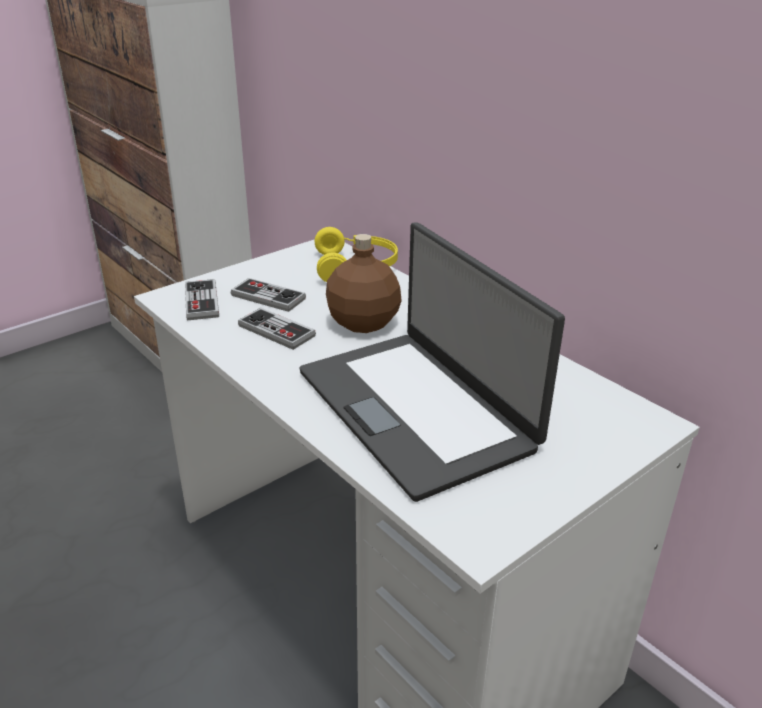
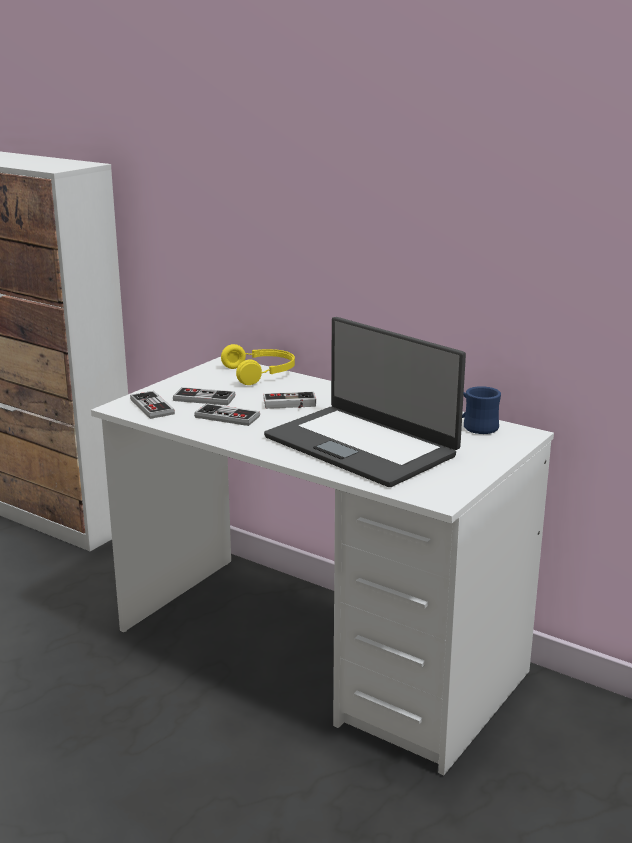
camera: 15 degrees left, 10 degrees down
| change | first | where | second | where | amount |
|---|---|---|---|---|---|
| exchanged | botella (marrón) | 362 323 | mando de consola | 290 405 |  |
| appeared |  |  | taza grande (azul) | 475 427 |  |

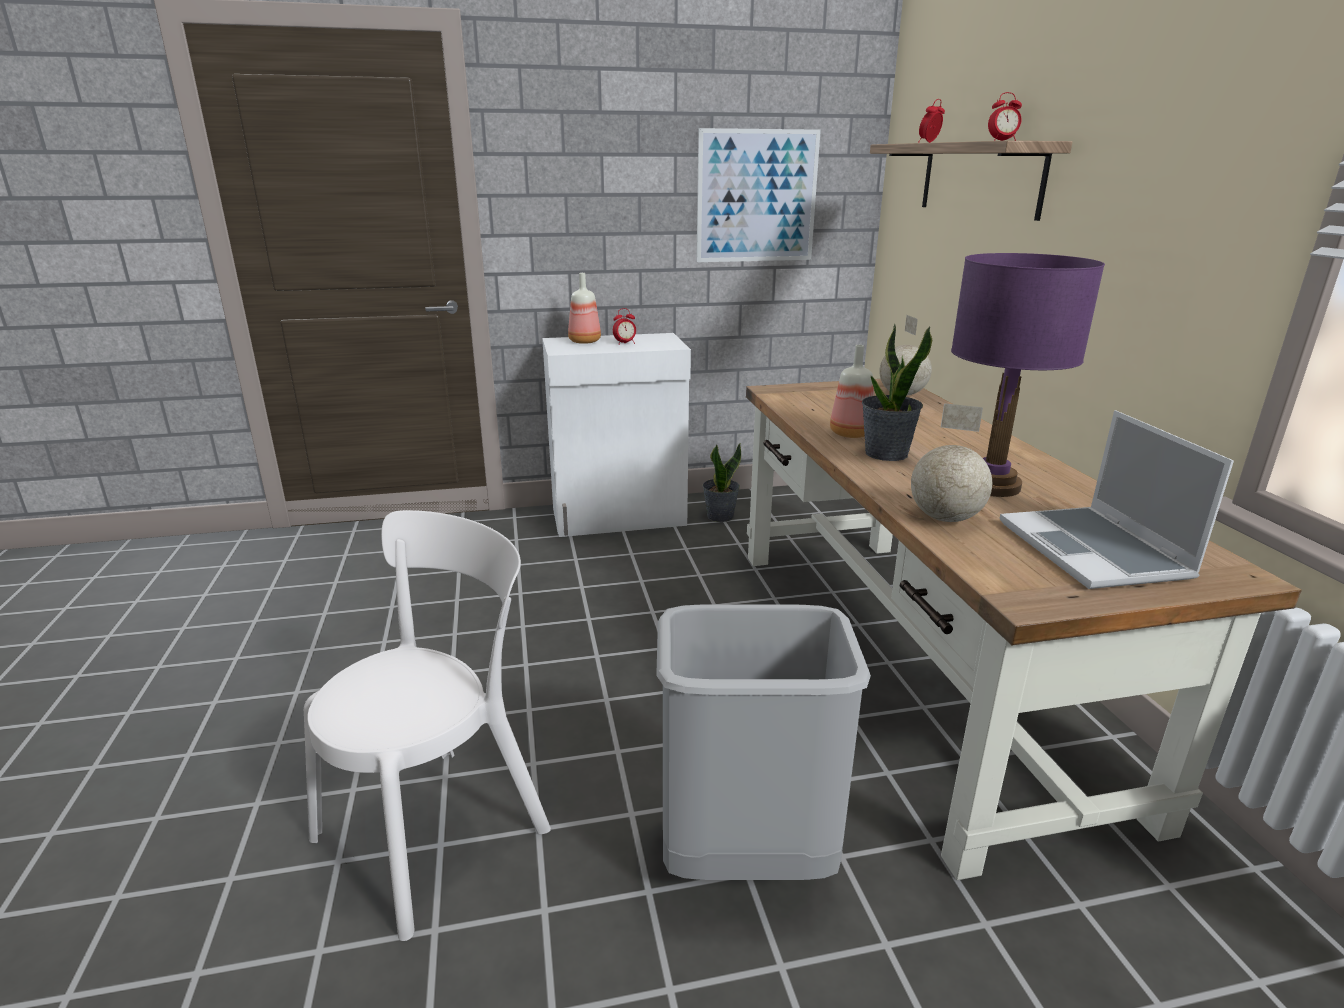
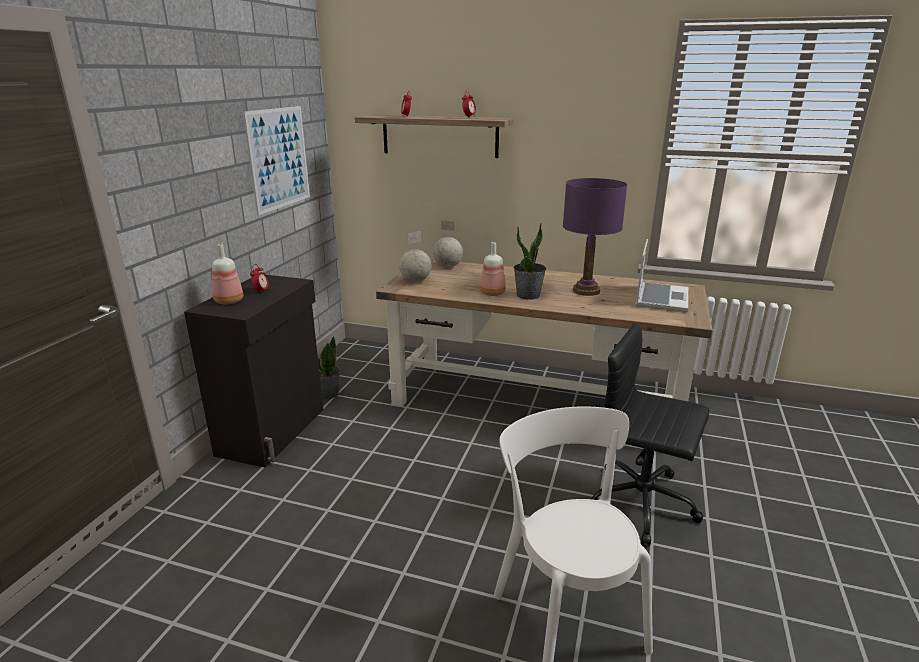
camera: 60 degrees left, 0 degrees up
| change | first | where | second | where | amount |
|---|---|---|---|---|---|
| colour | armario (blanco) | 620 517 | armario (negro) | 274 431 |  |
| relocated | globo terráqueo | 946 519 |  | 416 281 |  |
| exchanged | papelera (gris) | 746 858 | silla de oficina (negro) | 643 503 |  |
| spun | portátil | 1095 551 |  | 660 298 | 90 degrees counterclockwise |

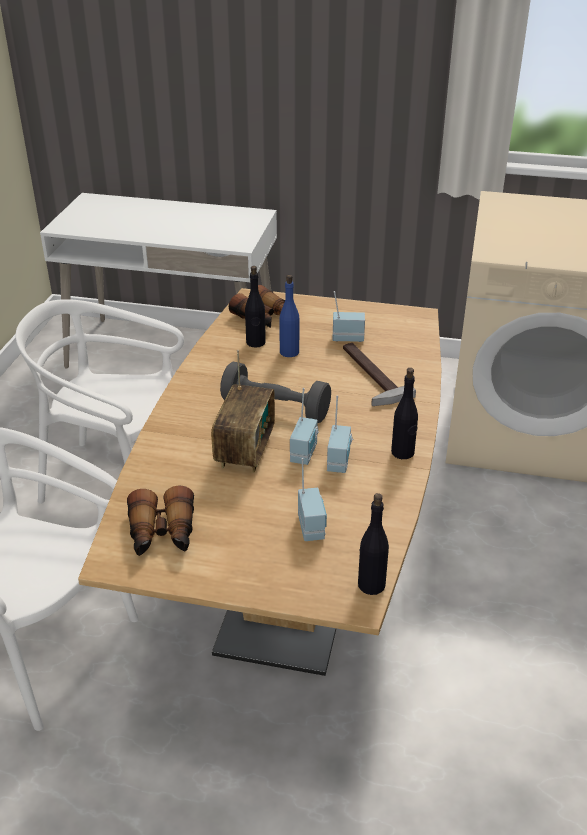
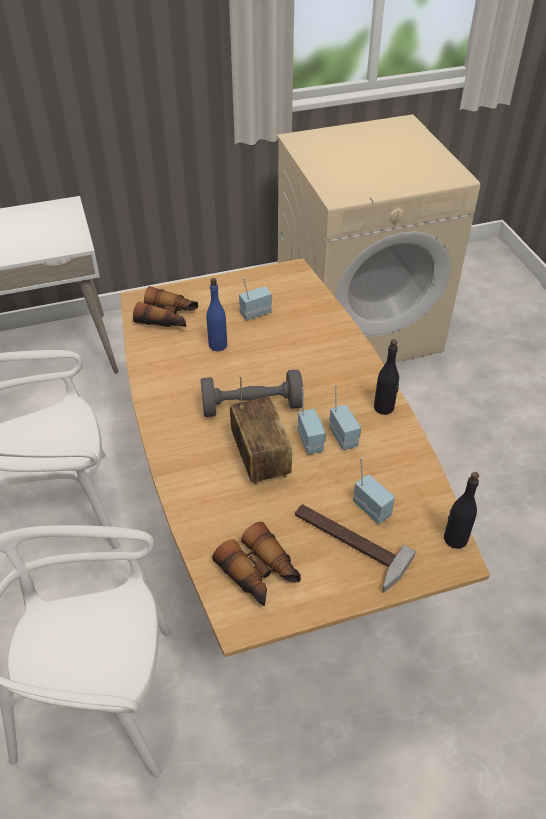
camera: 30 degrees left, 10 degrees up
| change | first | where | second | where | amount |
|---|---|---|---|---|---|
| relocated | martillo | 367 375 |  | 346 545 |  |
| missing | botella (negro) | 255 342 |  |  |  |

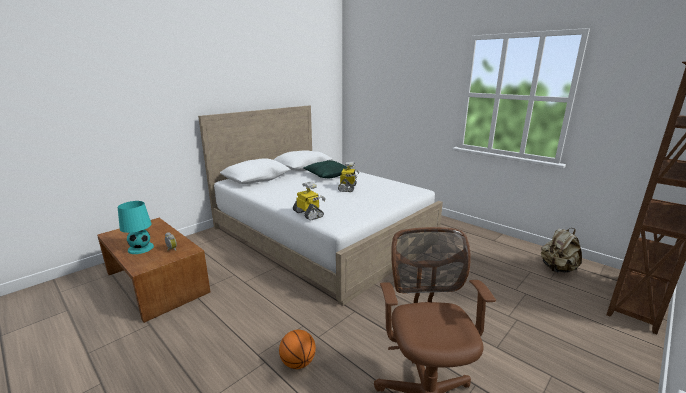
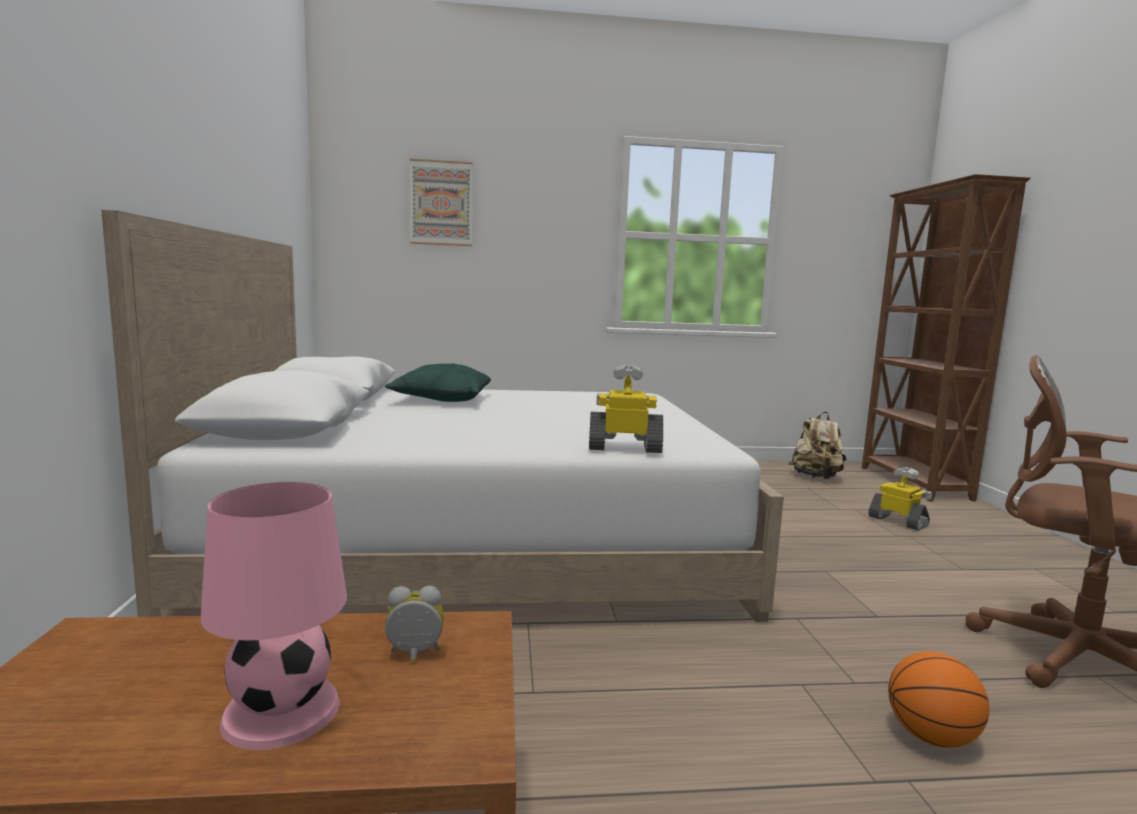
camera: 50 degrees left, 10 degrees down
| change | first | where | second | where | amount |
|---|---|---|---|---|---|
| colour | lámpara de mesa (turquesa) | 141 248 | lámpara de mesa (rosa) | 283 711 |  |
| appeared |  |  | cuadro | 441 203 |  |
| relocated | robot de juguete | 348 188 |  | 898 521 |  |

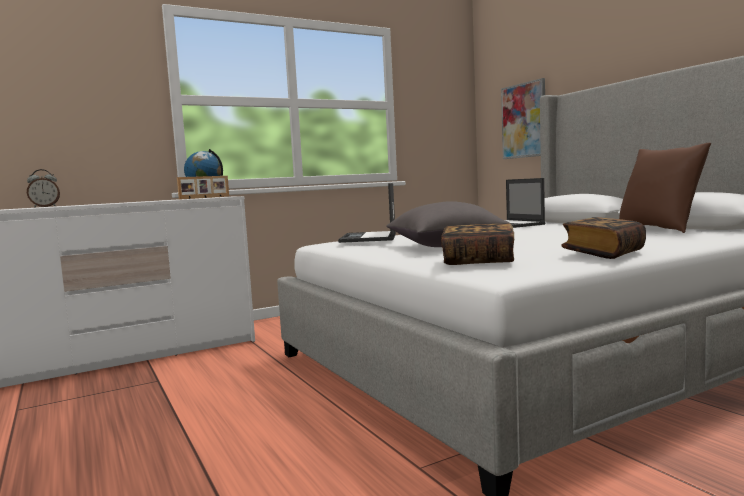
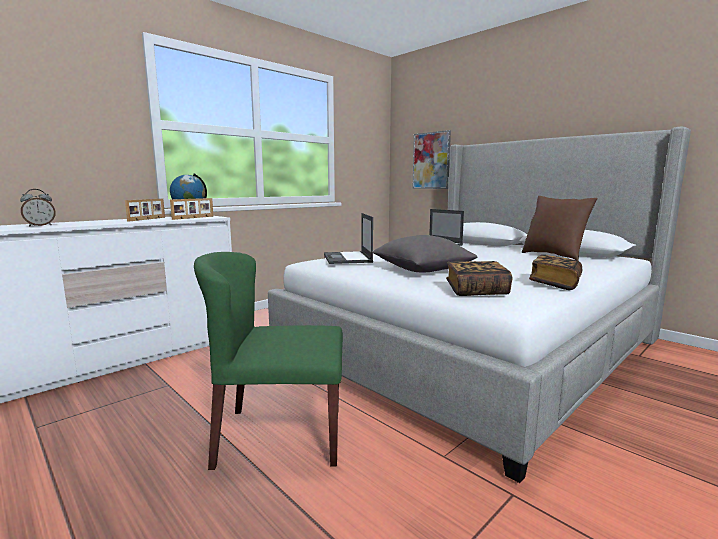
camera: 15 degrees left, 5 degrees up
| change | first | where | second | where | amount |
|---|---|---|---|---|---|
| appeared |  |  | portarretratos | 147 219 |  |
| appeared |  |  | silla (verde) | 279 436 |  |

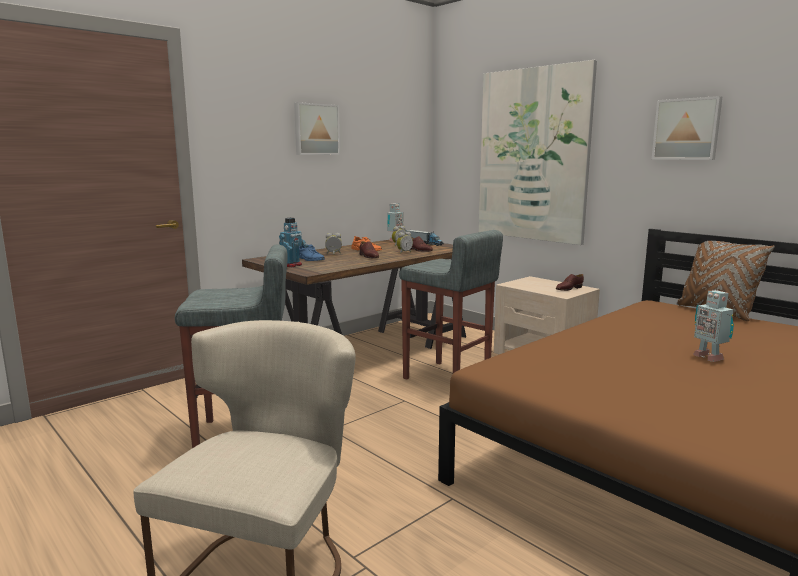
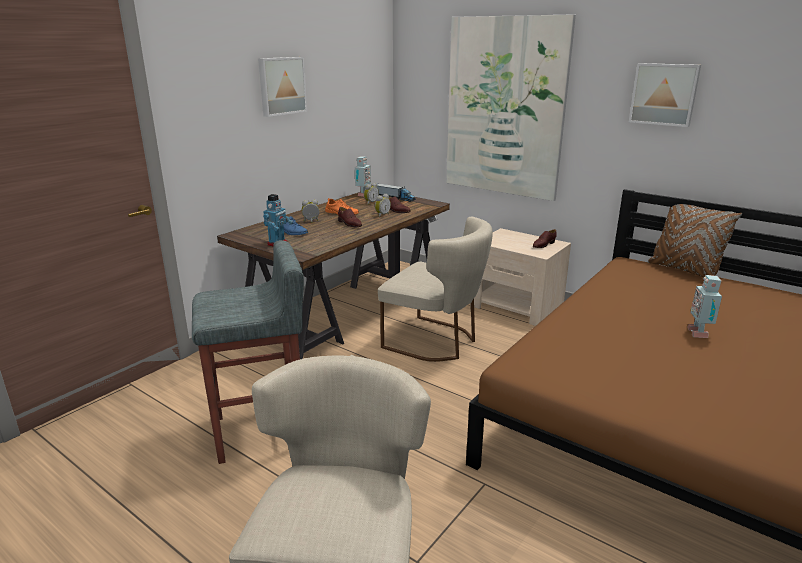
camera: 10 degrees left, 10 degrees up
| change | first | where | second | where | amount |
|---|---|---|---|---|---|
| exchanged | taburete (gris) | 447 378 | silla (beis) | 436 342 |  |
| spun | robot de juguete | 708 357 |  | 699 333 | 45 degrees clockwise |

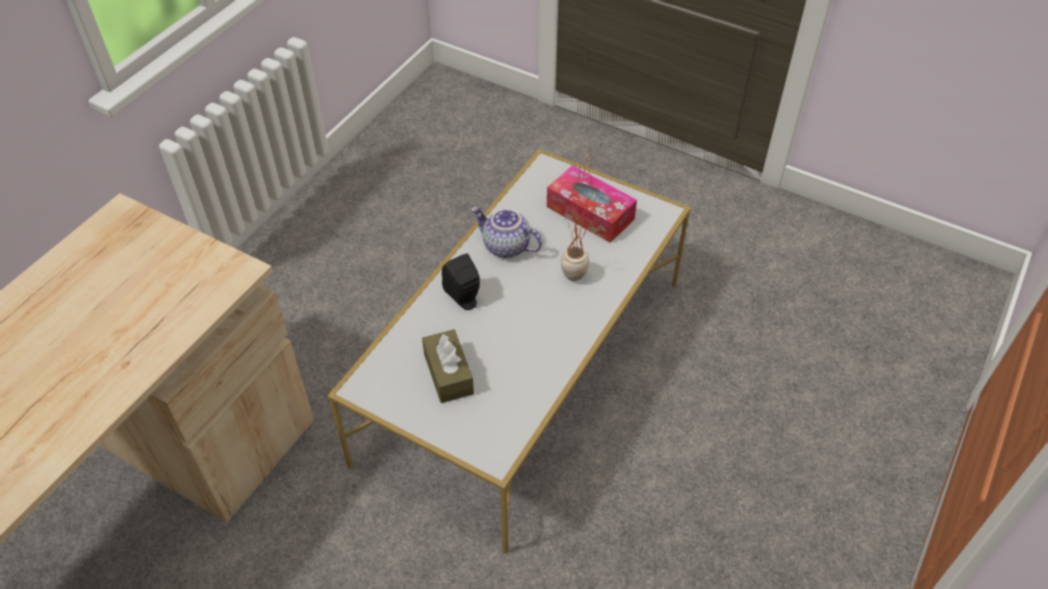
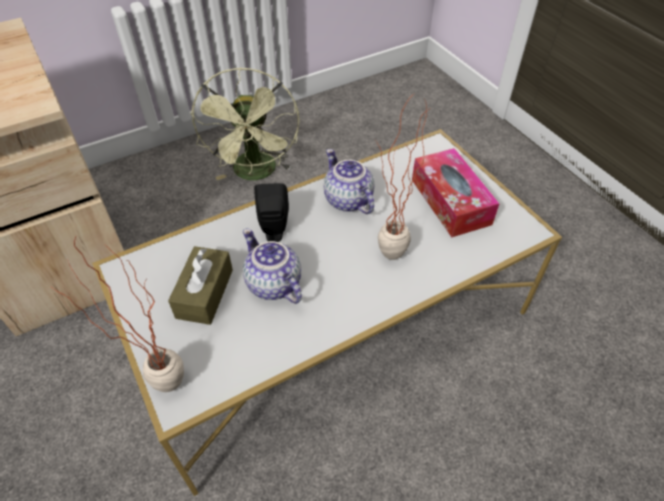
camera: 30 degrees right, 0 degrees up
| change | first | where | second | where | amount |
|---|---|---|---|---|---|
| appeared |  |  | planta en maceta | 158 386 |  |
| appeared |  |  | ventilador (verde) | 256 174 |  |
| appeared |  |  | tetera | 272 284 |  |

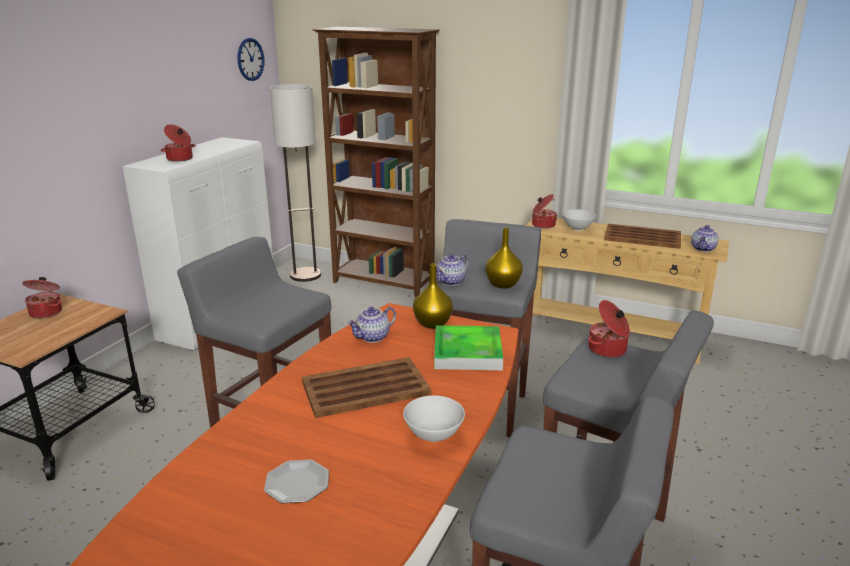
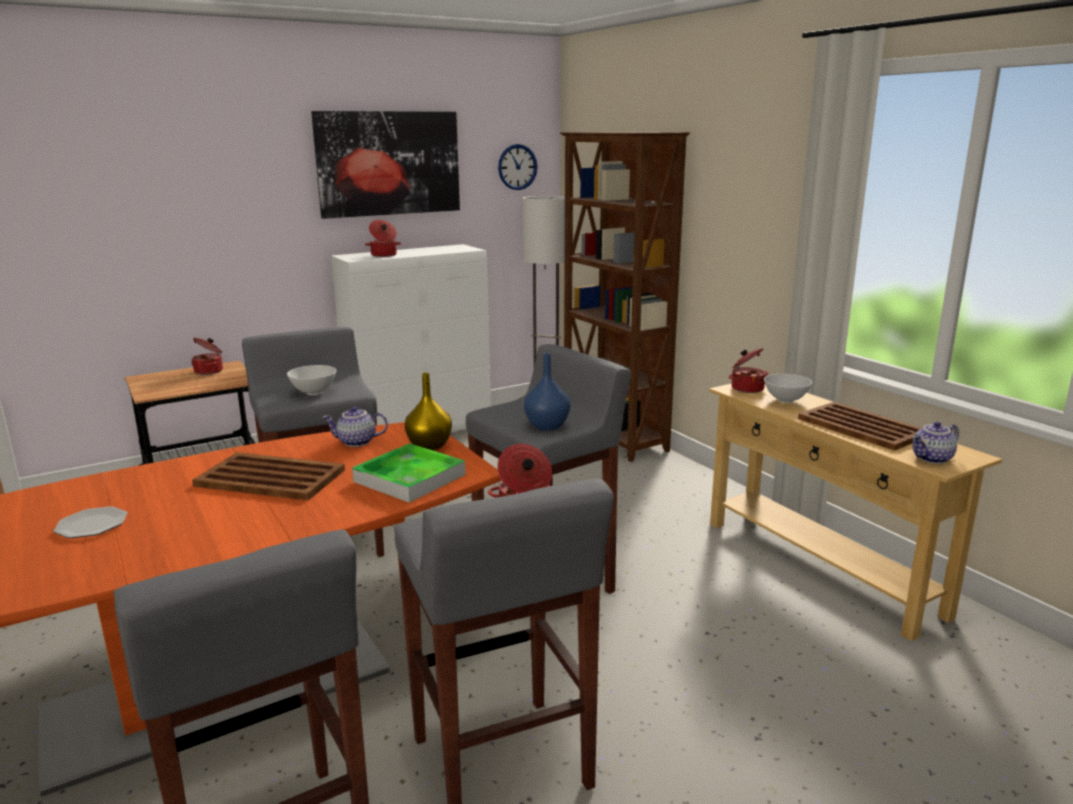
camera: 35 degrees right, 5 degrees down
| change | first | where | second | where | amount |
|---|---|---|---|---|---|
| relocated | cuenco (blanco) | 433 436 |  | 313 393 |  |
| appeared |  |  | cuadro | 389 163 |  |
| colour | florero (amarillo) | 503 284 | florero (azul) | 548 426 |  |
| missing | tetera | 451 281 |  |  |  |

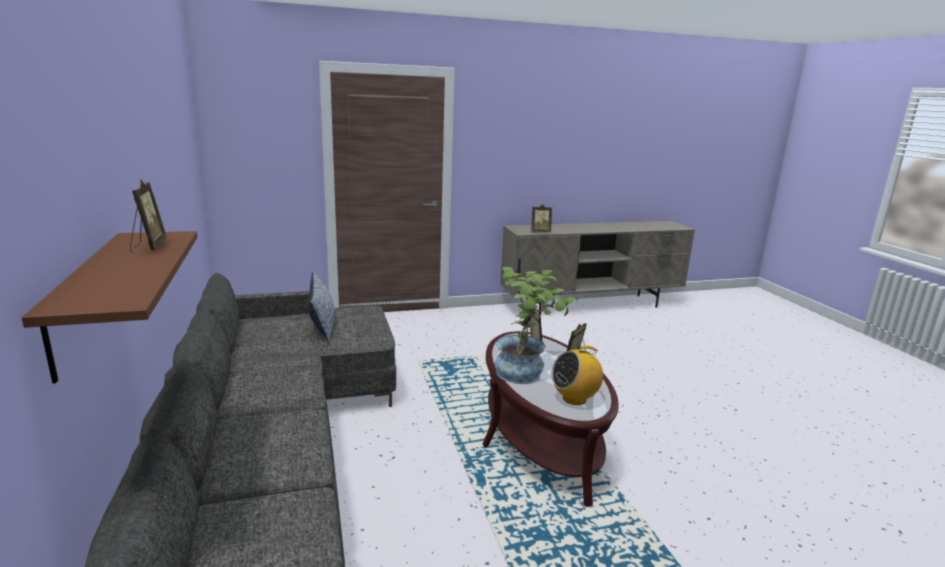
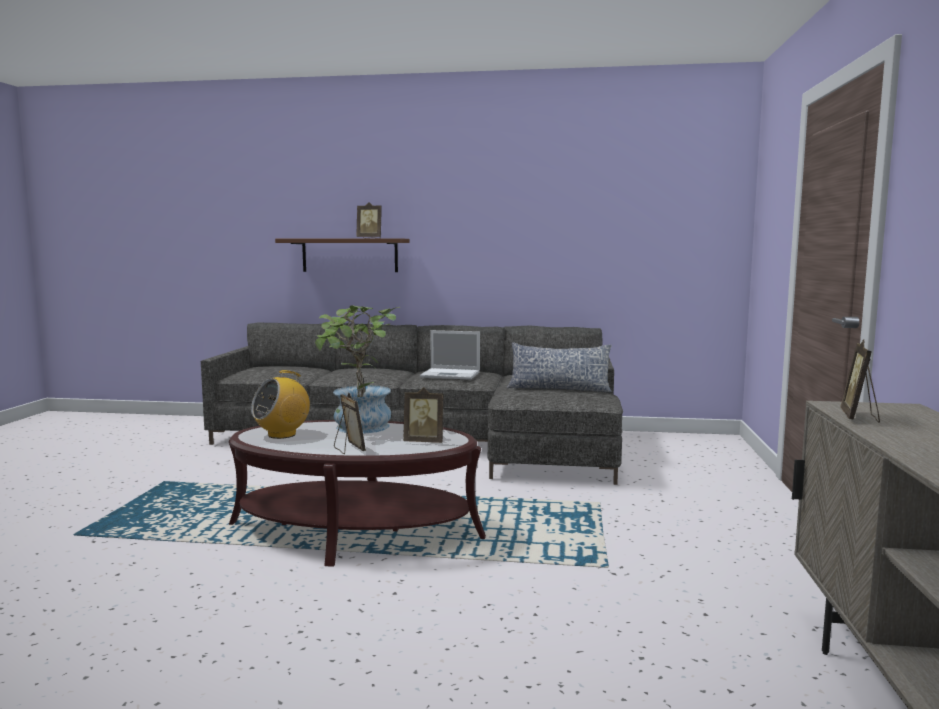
camera: 115 degrees right, 10 degrees down
| change | first | where | second | where | amount |
|---|---|---|---|---|---|
| spun | radio | 575 398 |  | 282 434 | 135 degrees counterclockwise |
| appeared |  |  | portátil | 451 374 |  |

